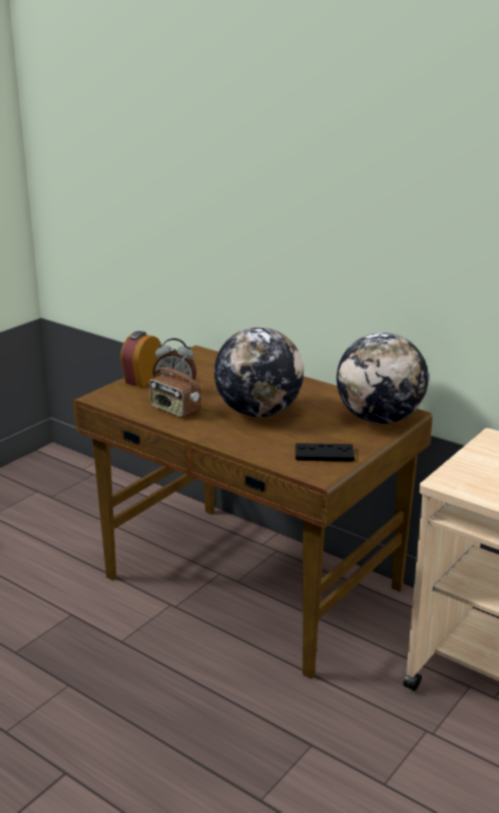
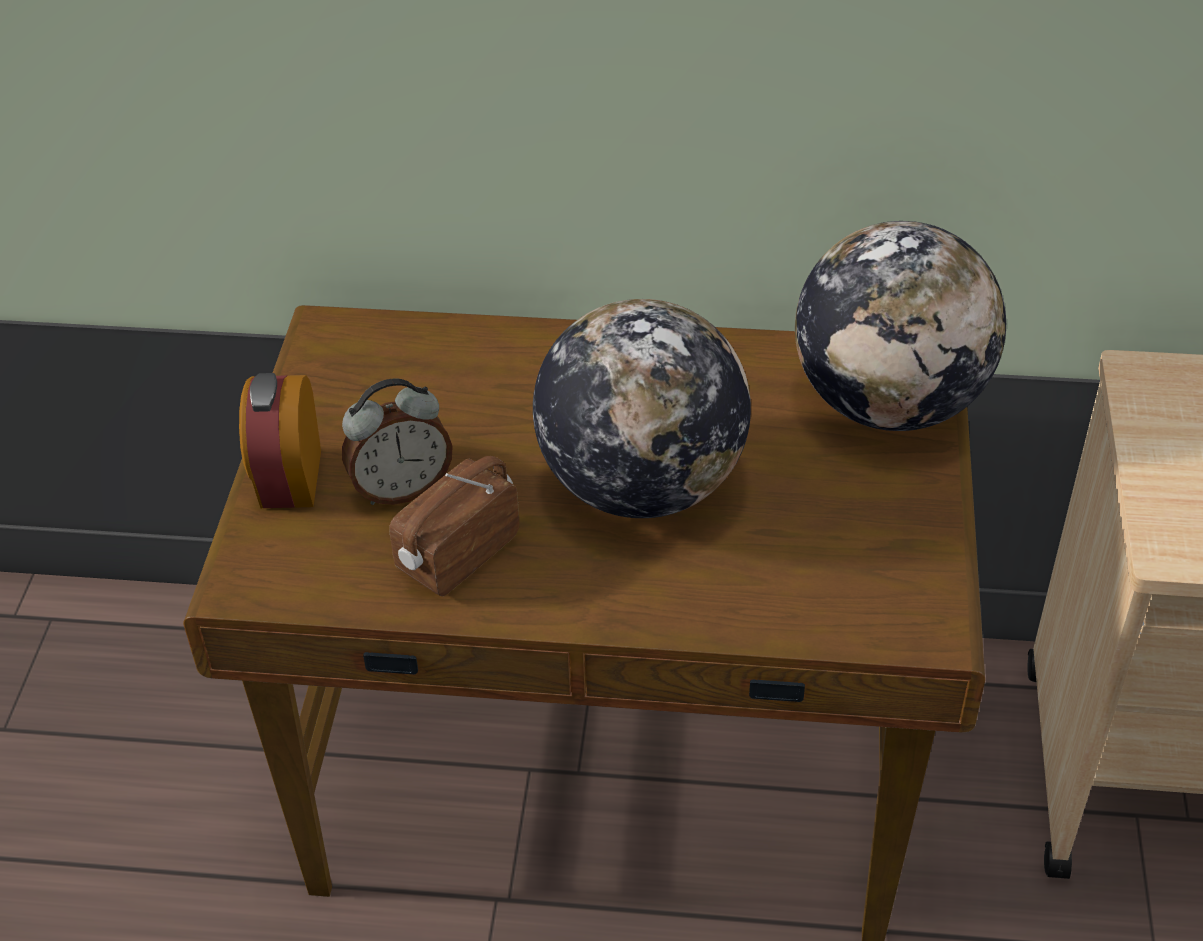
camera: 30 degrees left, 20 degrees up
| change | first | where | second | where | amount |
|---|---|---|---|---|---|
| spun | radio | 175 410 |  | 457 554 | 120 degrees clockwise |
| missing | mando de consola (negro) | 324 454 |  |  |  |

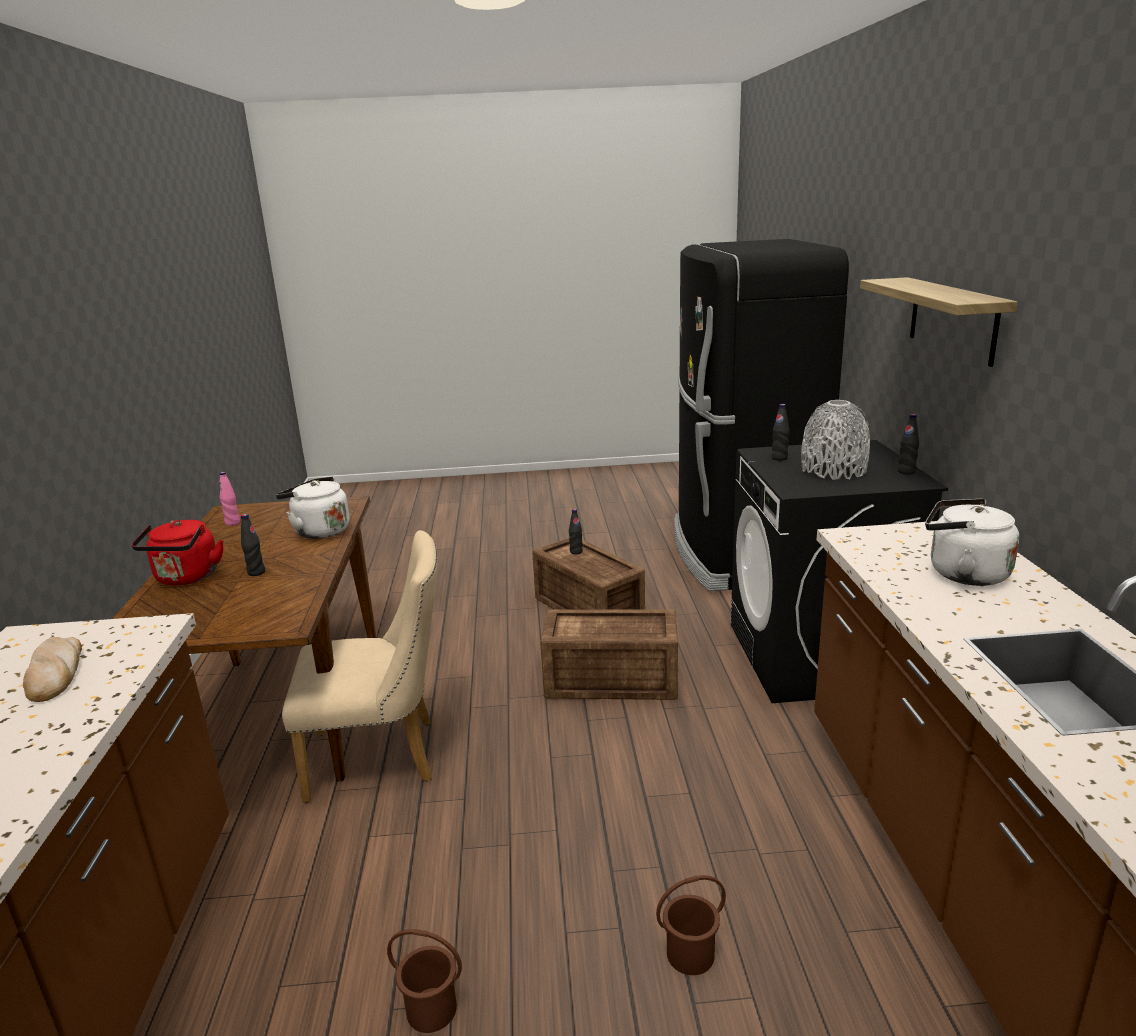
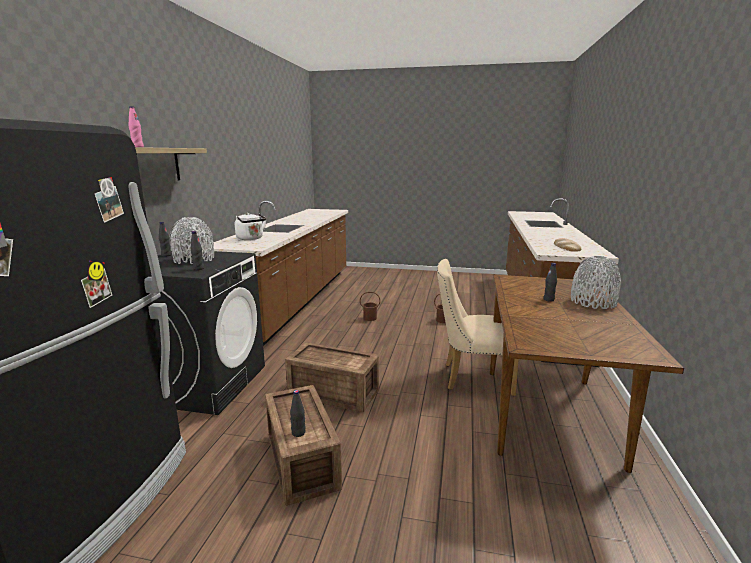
camera: 165 degrees left, 5 degrees down
| change | first | where | second | where | amount |
|---|---|---|---|---|---|
| relocated | botella (rosa) | 233 523 |  | 137 147 |  |
| exchanged | hervidor (rojo) | 186 578 | florero (gris) | 593 302 |  |
| missing | hervidor (blanco) | 319 531 |  |  |  |

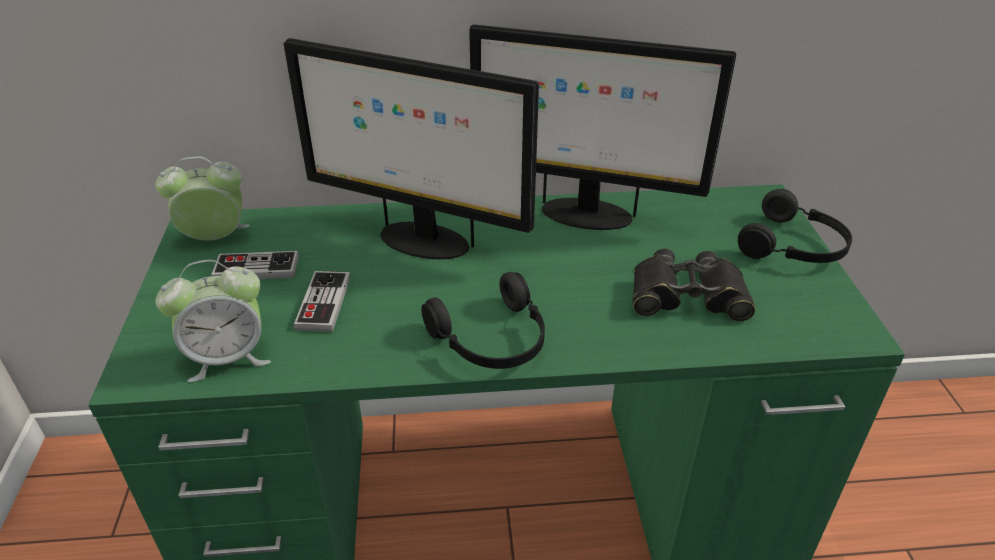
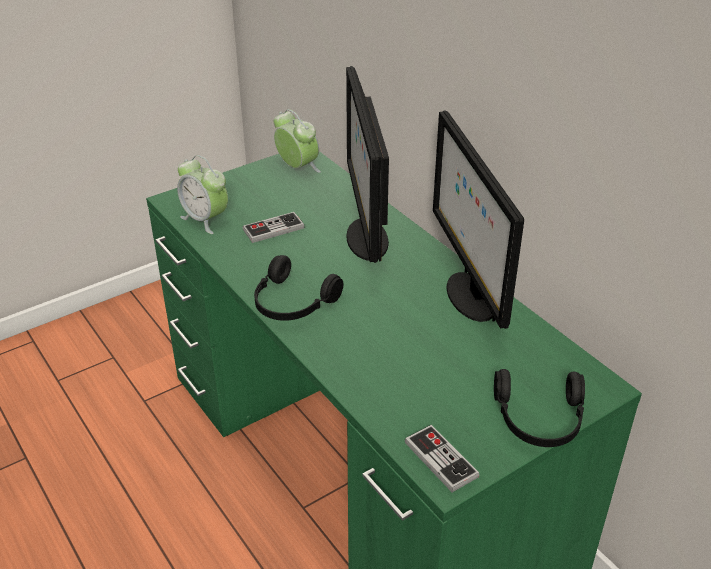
camera: 60 degrees right, 0 degrees up
| change | first | where | second | where | amount |
|---|---|---|---|---|---|
| relocated | mando de consola | 256 268 |  | 441 459 |  |
| missing | prismáticos (negro) | 687 296 |  |  |  |

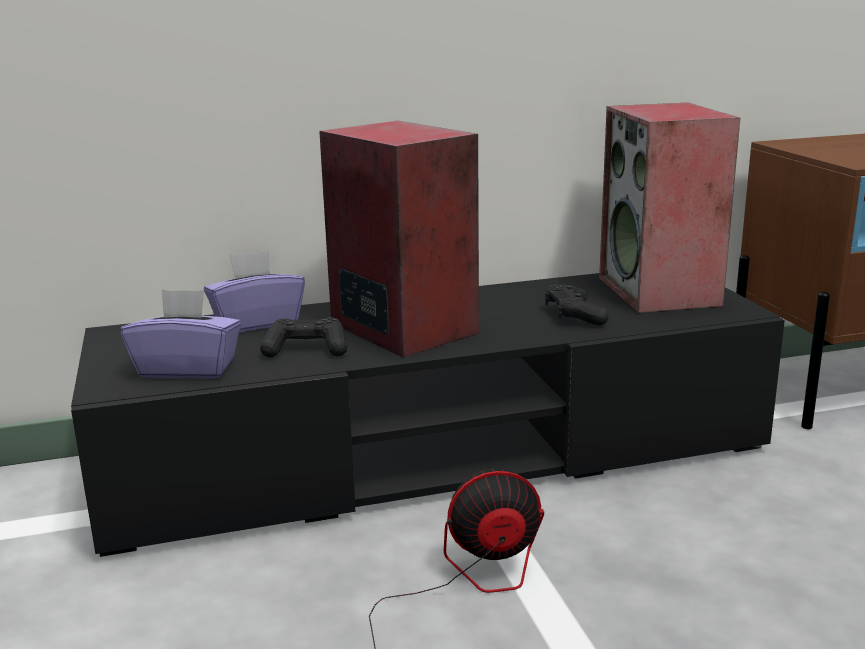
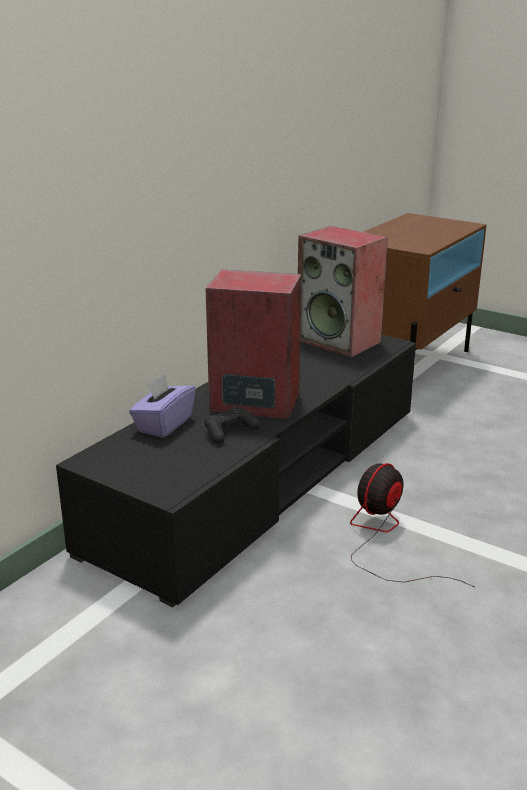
camera: 40 degrees left, 5 degrees up
| change | first | where | second | where | amount |
|---|---|---|---|---|---|
| missing | caja de pañuelos (morado) | 187 368 |  |  |  |
| missing | mando de consola (negro) | 574 315 |  |  |  |

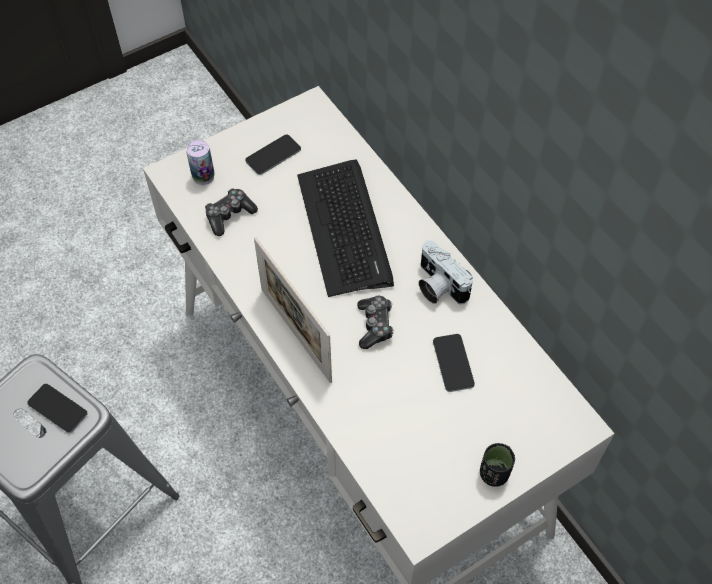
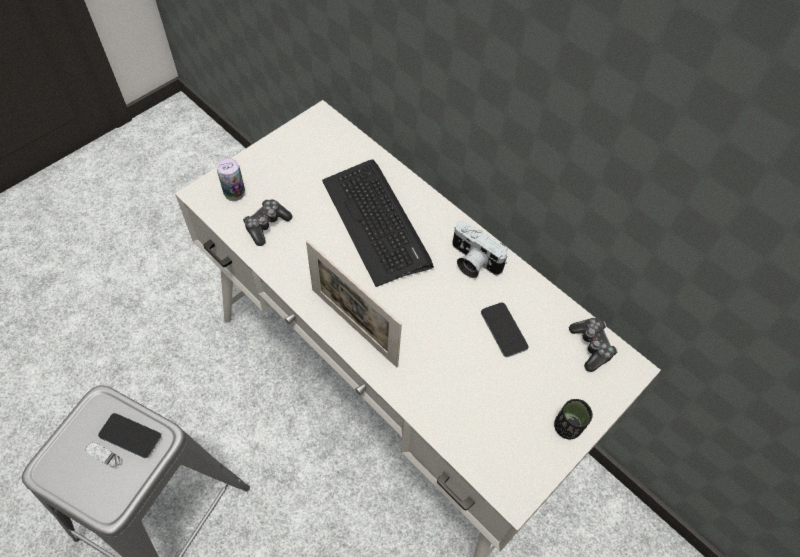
camera: 15 degrees left, 0 degrees up
| change | first | where | second | where | amount |
|---|---|---|---|---|---|
| relocated | mando de consola | 375 325 |  | 591 346 |  |
| missing | móvil | 273 155 |  |  |  |

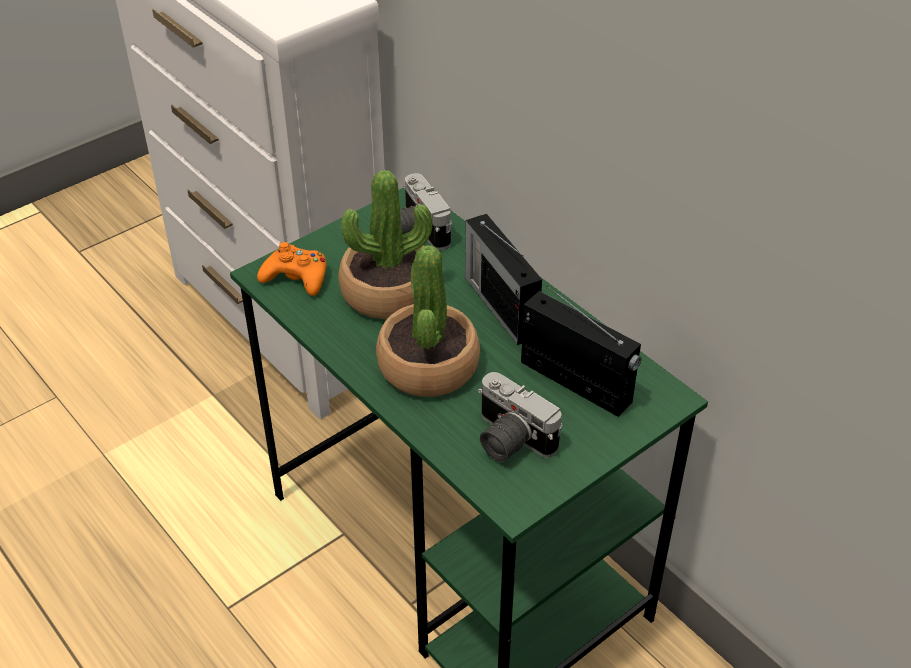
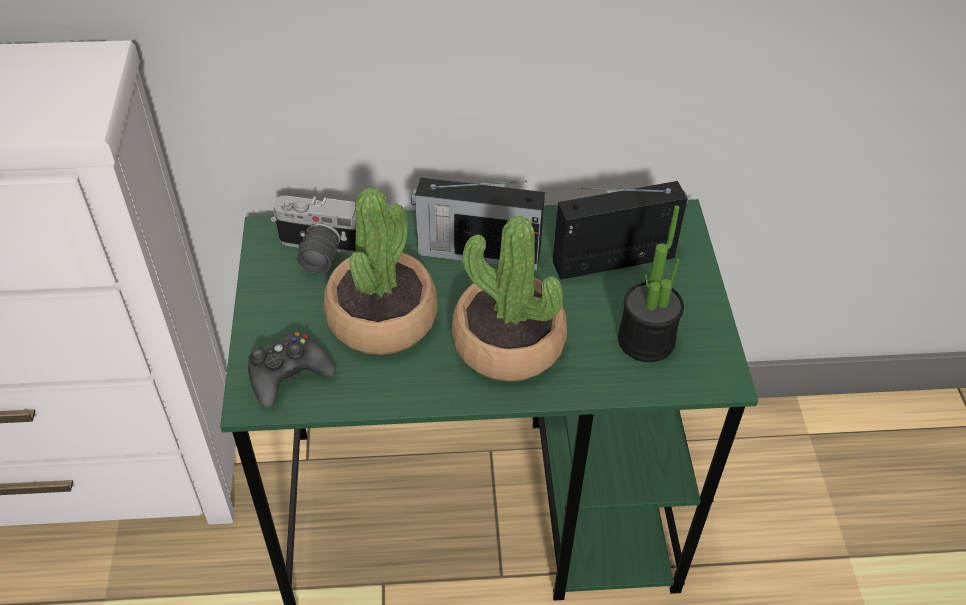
camera: 55 degrees left, 5 degrees up
| change | first | where | second | where | amount |
|---|---|---|---|---|---|
| colour | mando de consola (naranja) | 296 277 | mando de consola (negro) | 288 375 |  |
| exchanged | cámara | 508 440 | planta en maceta | 646 340 |  |

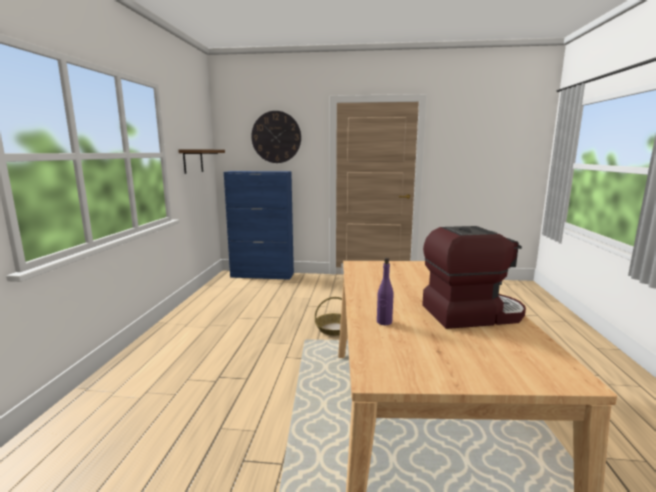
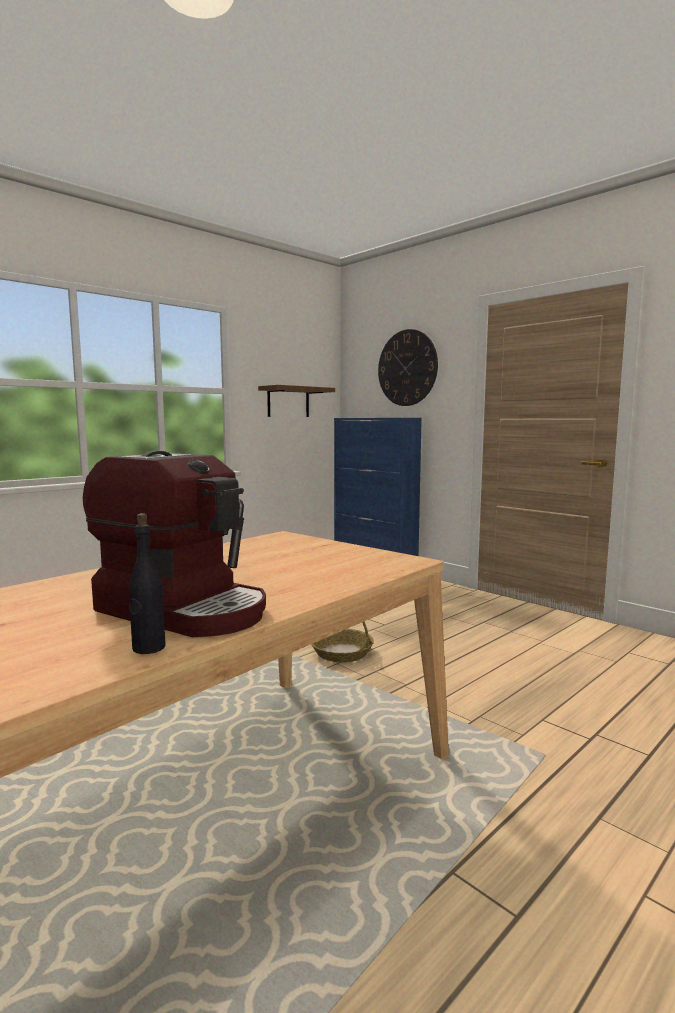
camera: 40 degrees right, 5 degrees down
| change | first | where | second | where | amount |
|---|---|---|---|---|---|
| appeared |  |  | botella (negro) | 148 648 |  |
| missing | botella (morado) | 384 322 |  |  |  |

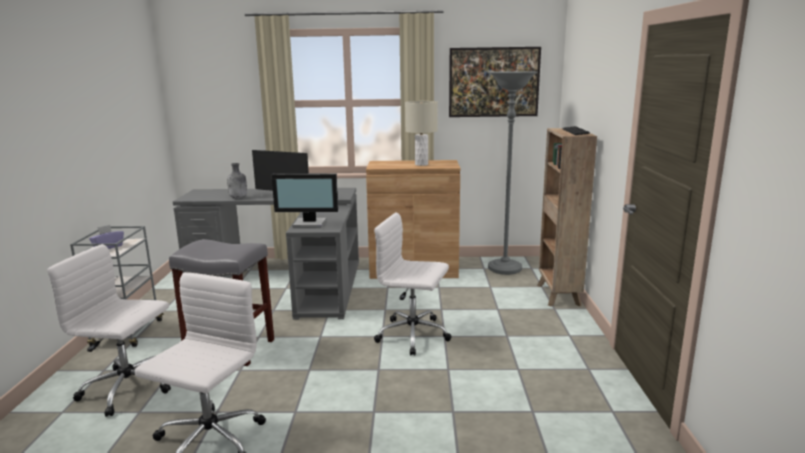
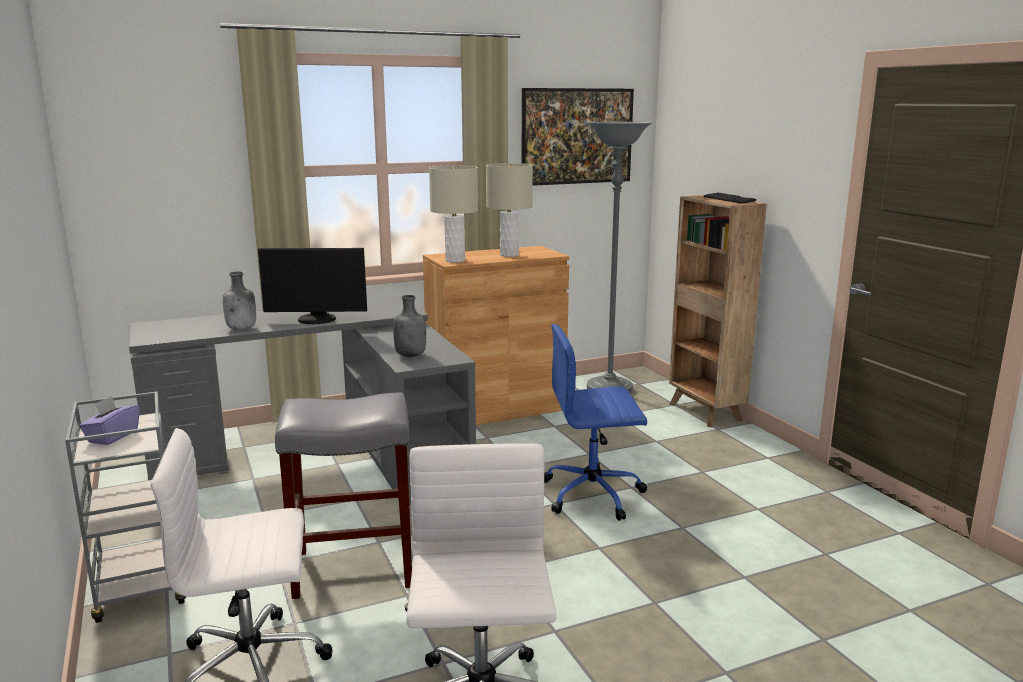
camera: 25 degrees left, 0 degrees up
| change | first | where | second | where | amount |
|---|---|---|---|---|---|
| exchanged | monitor | 310 223 | botella (gris) | 411 355 |  |
| appeared |  |  | lámpara de mesa (beis) | 455 260 |  |
| colour | silla de oficina (blanco) | 414 335 | silla de oficina (azul) | 594 494 |  |

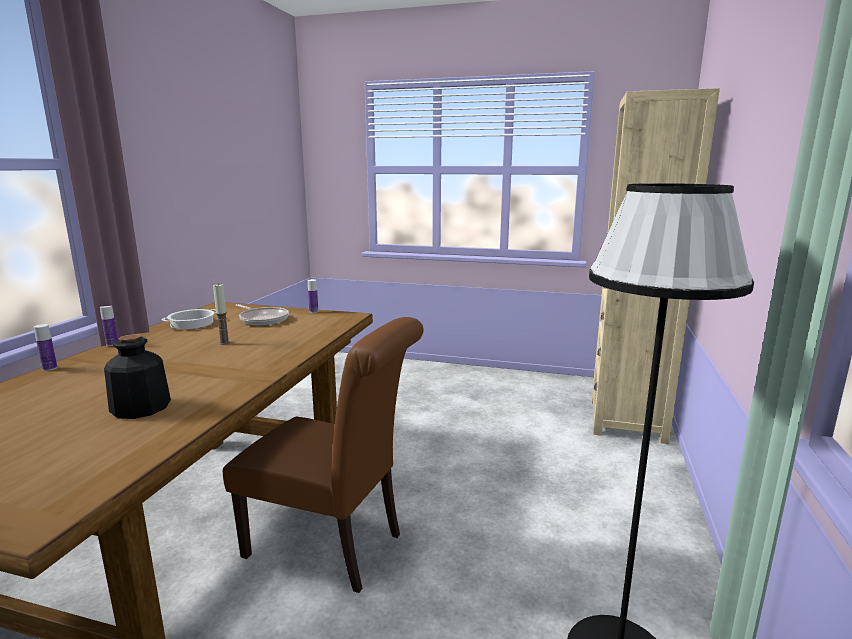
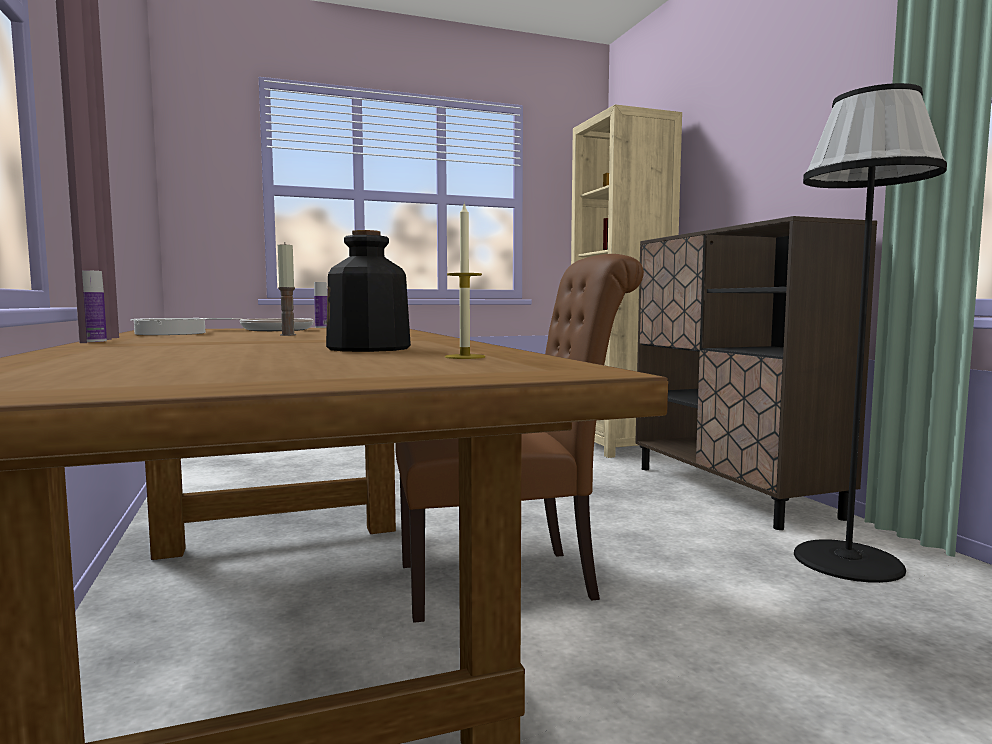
camera: 35 degrees left, 10 degrees down
| change | first | where | second | where | amount |
|---|---|---|---|---|---|
| appeared |  |  | vela | 465 357 |  |
| appeared |  |  | armario (marrón) | 731 491 |  |
| missing | botella | 50 368 |  |  |  |

